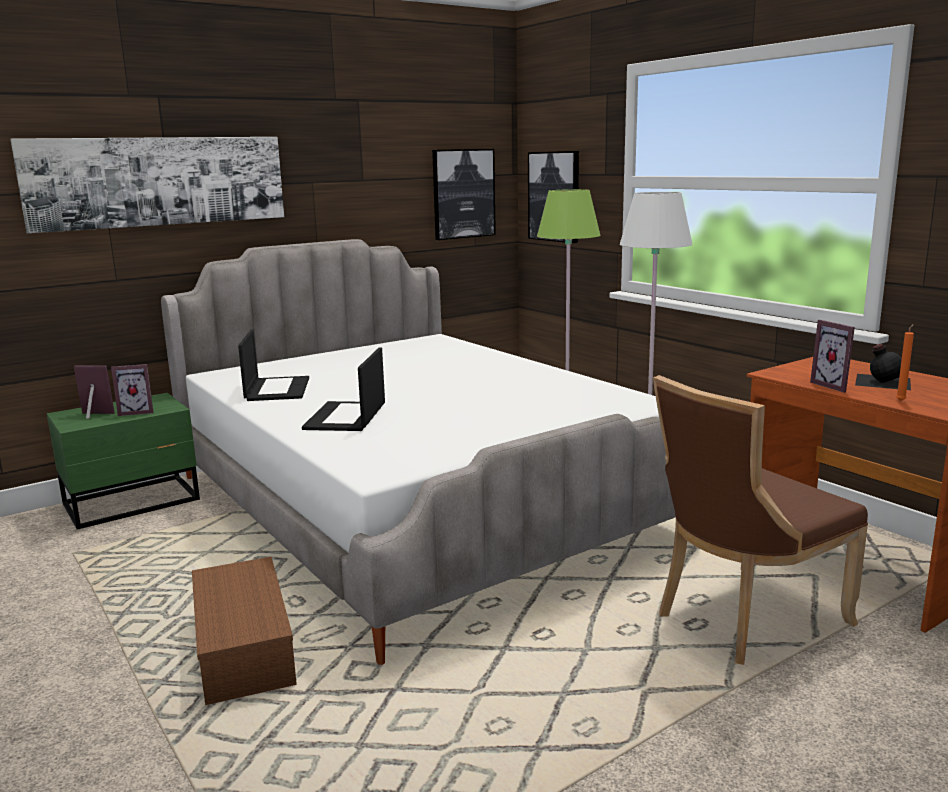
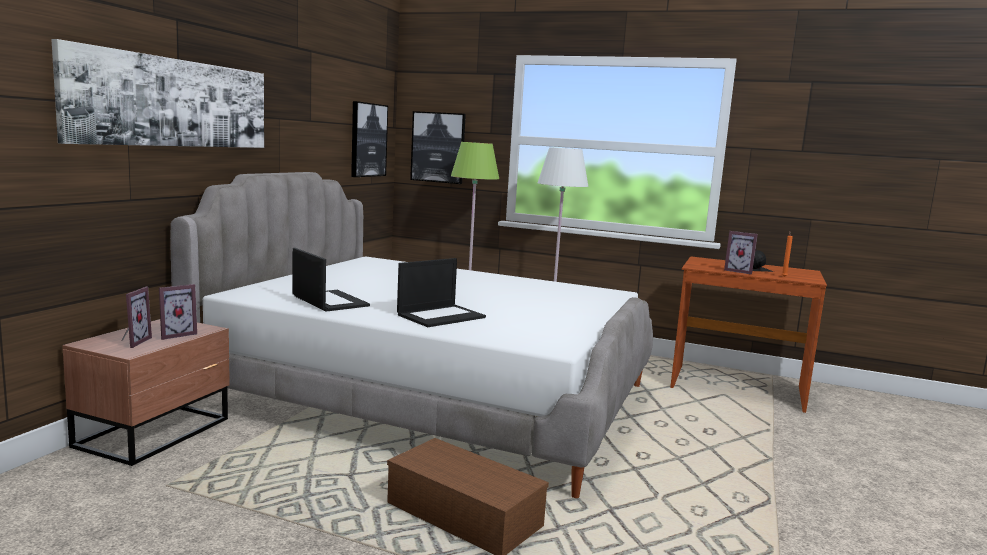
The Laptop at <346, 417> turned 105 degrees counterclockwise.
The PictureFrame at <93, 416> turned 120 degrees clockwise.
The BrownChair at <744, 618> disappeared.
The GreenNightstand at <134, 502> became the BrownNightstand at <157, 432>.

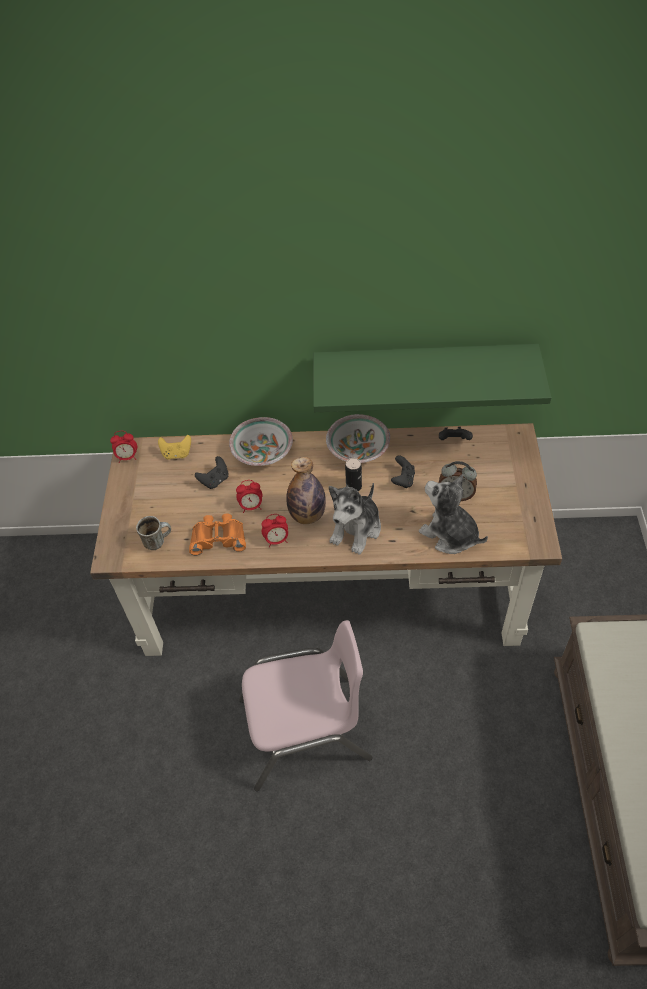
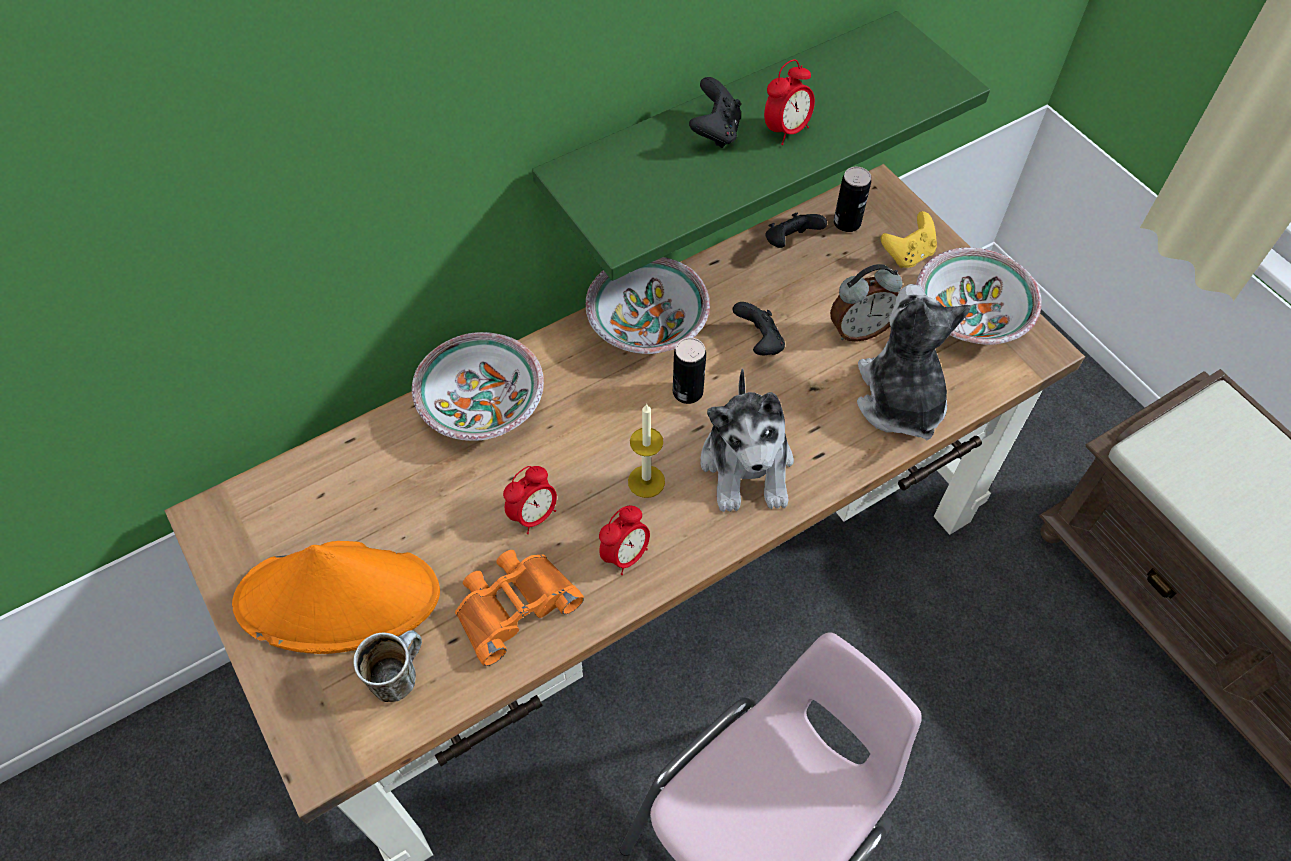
The AlarmClock moved from <127, 457> to <786, 130>.
The YellowGameController moved from <177, 454> to <908, 254>.
The BlackGameController moved from <215, 480> to <715, 132>.
The Bottle at <307, 515> was replaced by the Candle at <646, 481>.
The PlushToy at <450, 534> turned 75 degrees clockwise.
The Can at <847, 223> appeared.
The Bowl at <971, 315> appeared.
The OrangeHat at <339, 598> appeared.

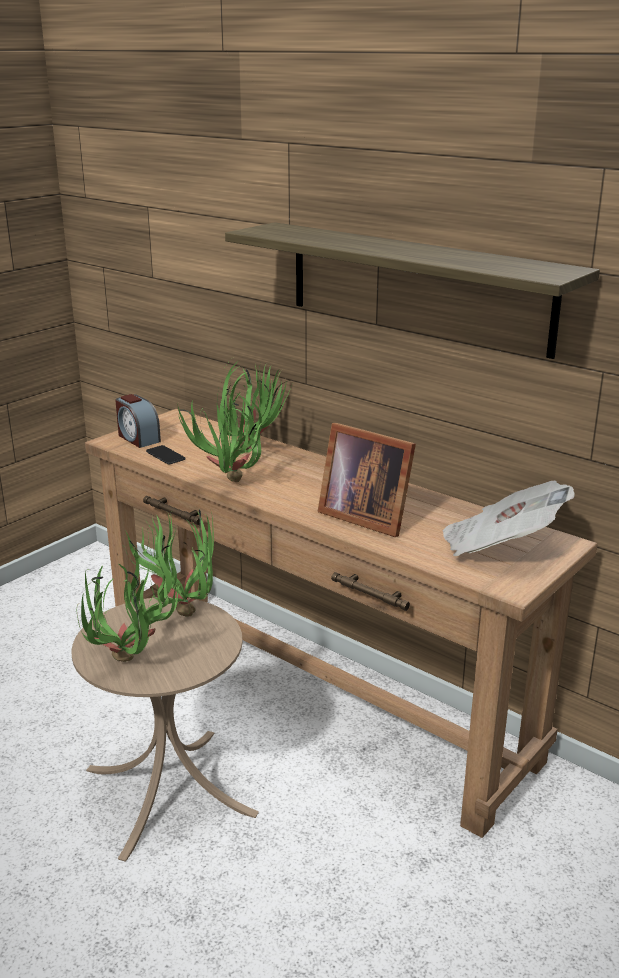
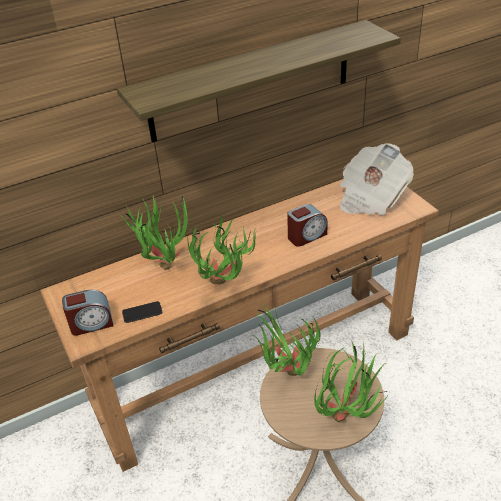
The PictureFrame at <364, 516> was replaced by the AlarmClock at <306, 236>.

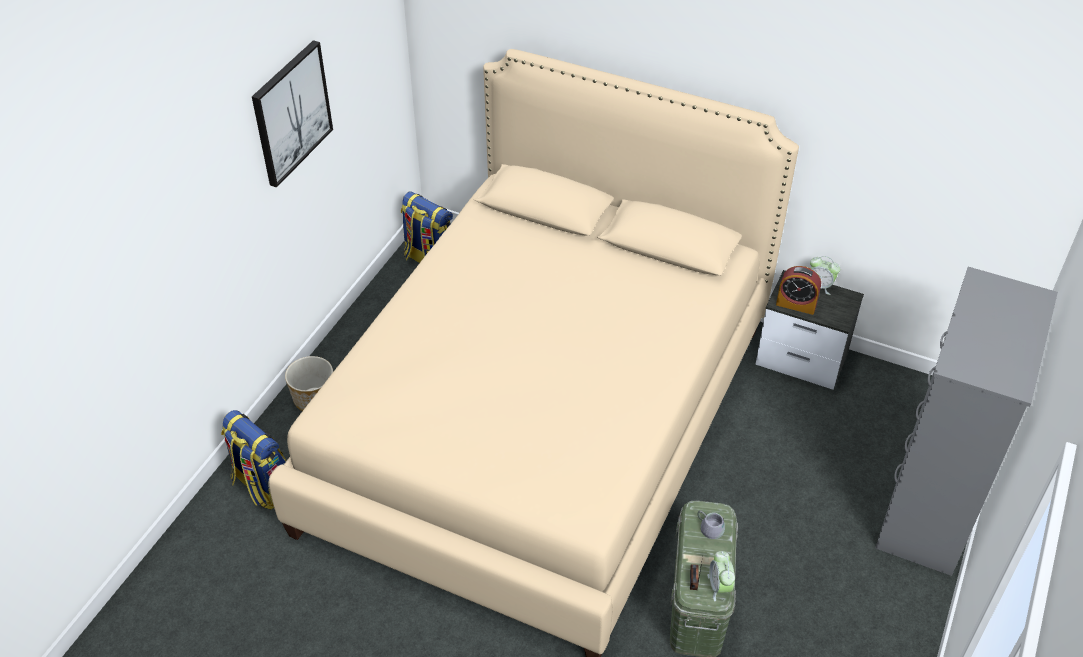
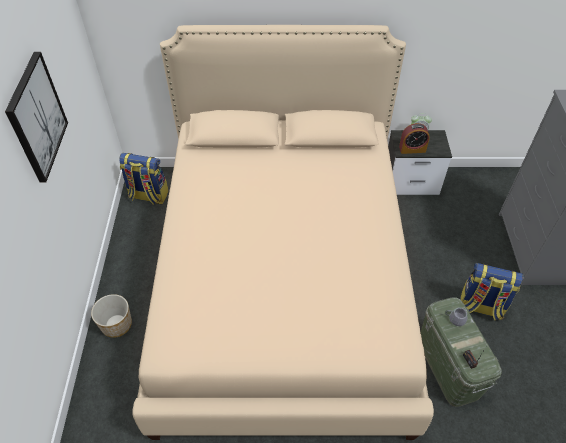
The Backpack moved from <262, 485> to <480, 306>.
The AlarmClock at <719, 586> disappeared.

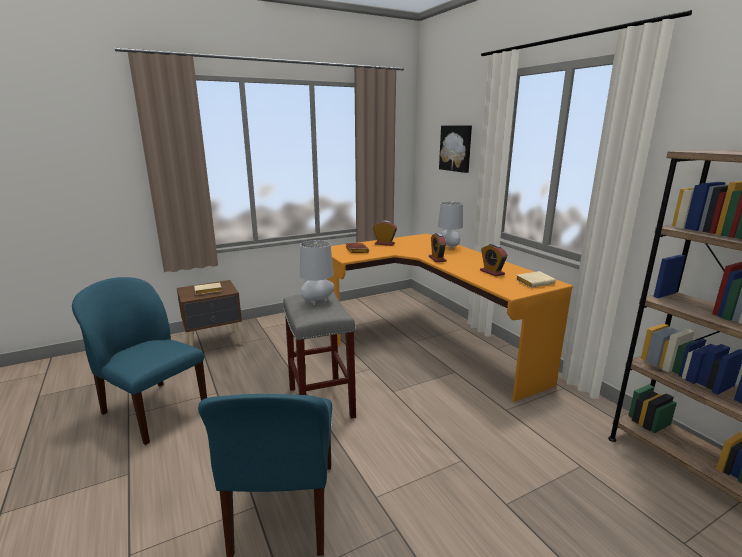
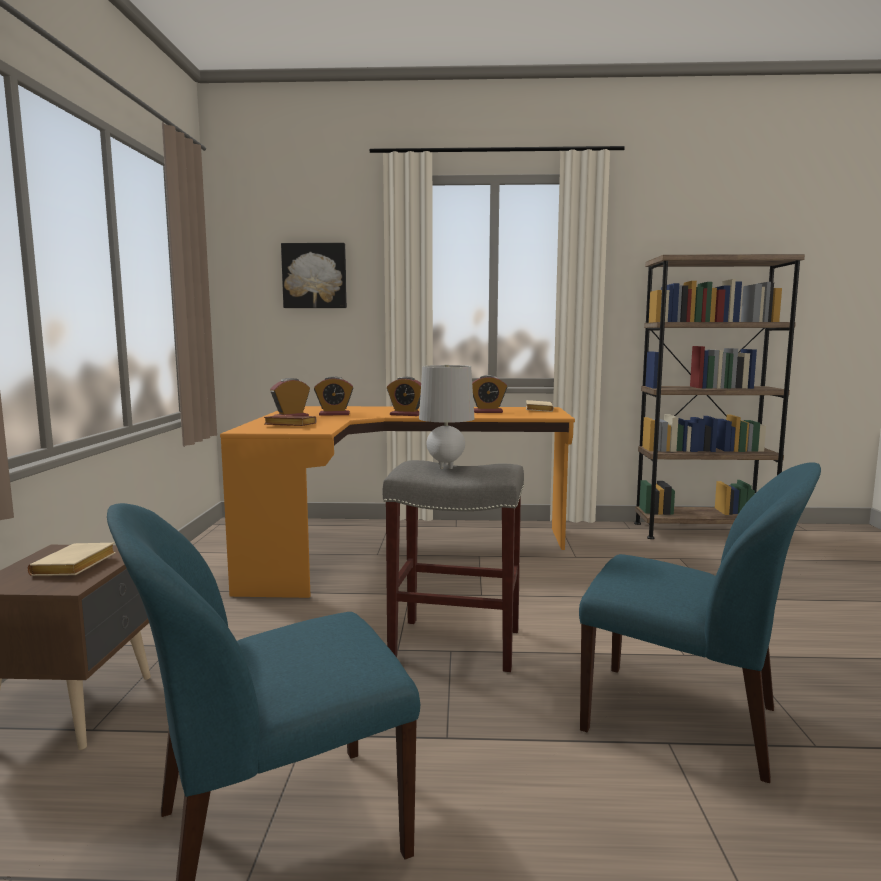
The GreyTableLamp at <449, 247> disappeared.
The AlarmClock at <334, 414> appeared.

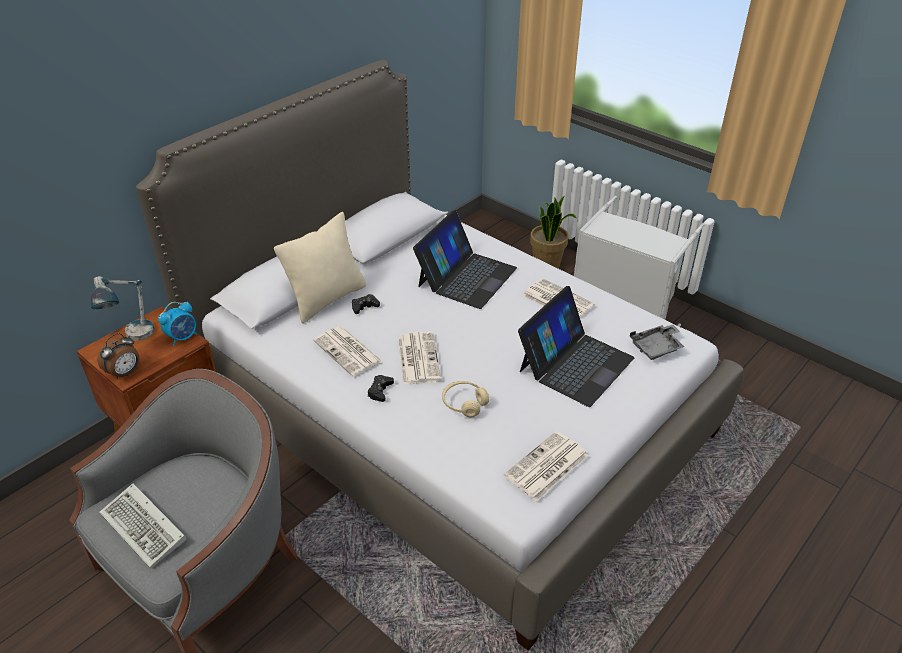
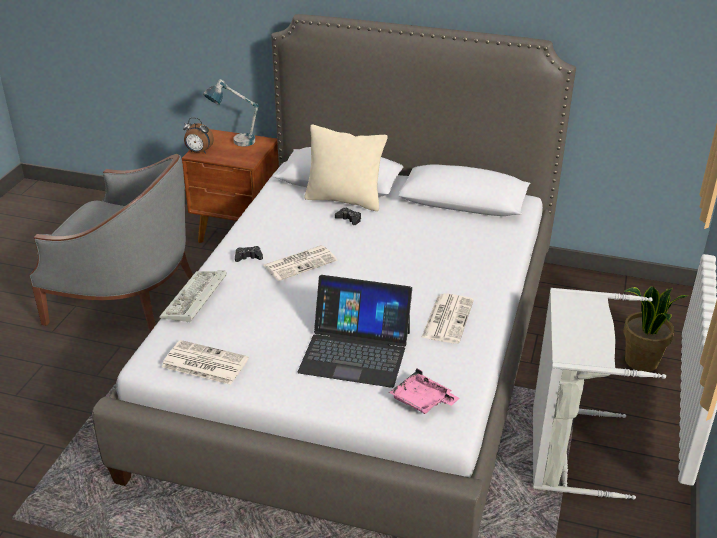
The Laptop at <466, 277> disappeared.
The AlarmClock at <183, 337> disappeared.
The GreyTray at <656, 347> became the PinkTray at <422, 401>.
The Newspaper at <348, 352> disappeared.
The BeigeHeadphones at <464, 403> disappeared.
The Keyboard moved from <146, 528> to <194, 299>.

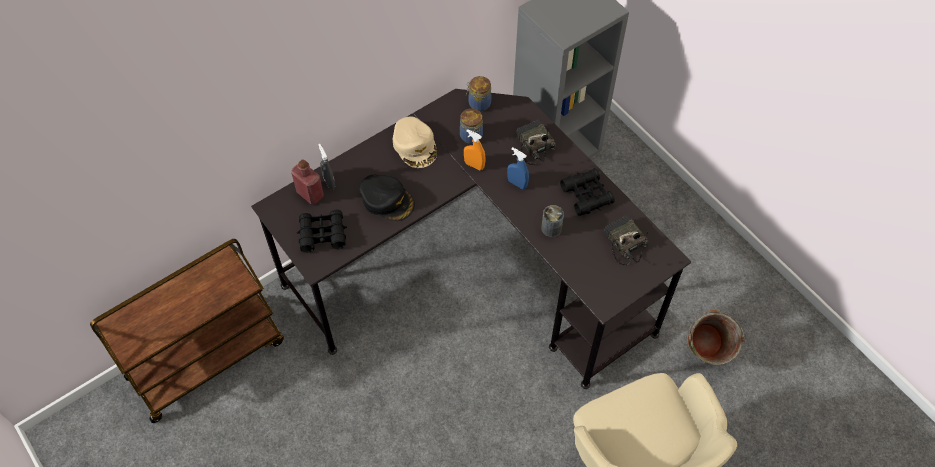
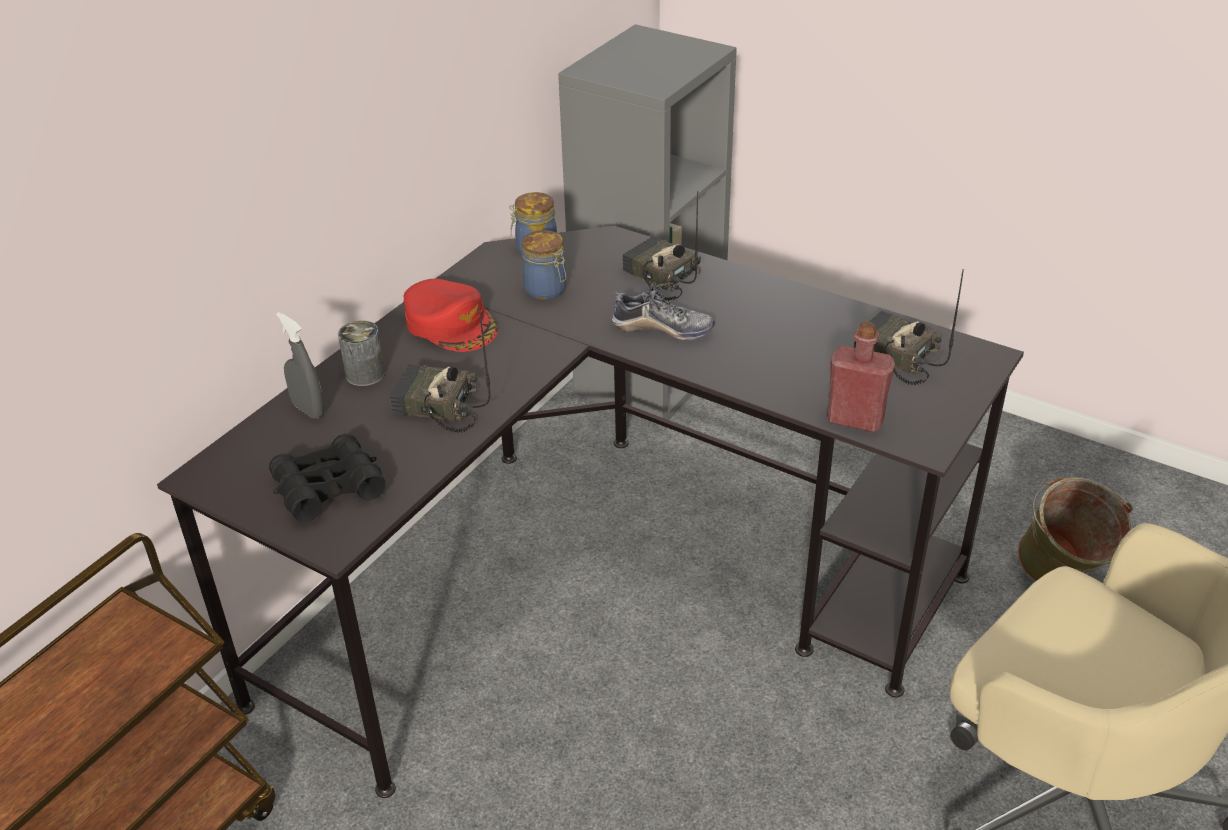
The BeigeCap at <415, 145> became the RedCap at <451, 324>.
The OrangeSprayBottle at <474, 165> disappeared.
The BlueSprayBottle at <517, 183> was replaced by the Shoe at <663, 328>.
The RedBottle moved from <310, 194> to <855, 419>.
The BlackBinoculars at <586, 195> disappeared.
The BlackCap at <387, 200> was replaced by the Radio at <436, 407>.
The Can moved from <551, 228> to <365, 374>.

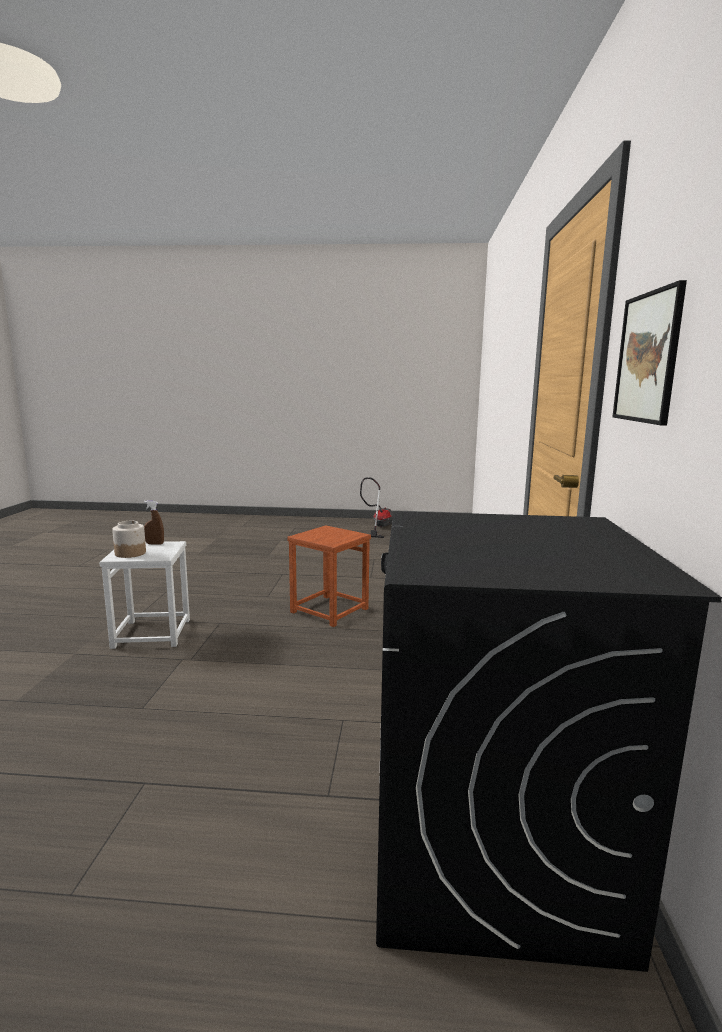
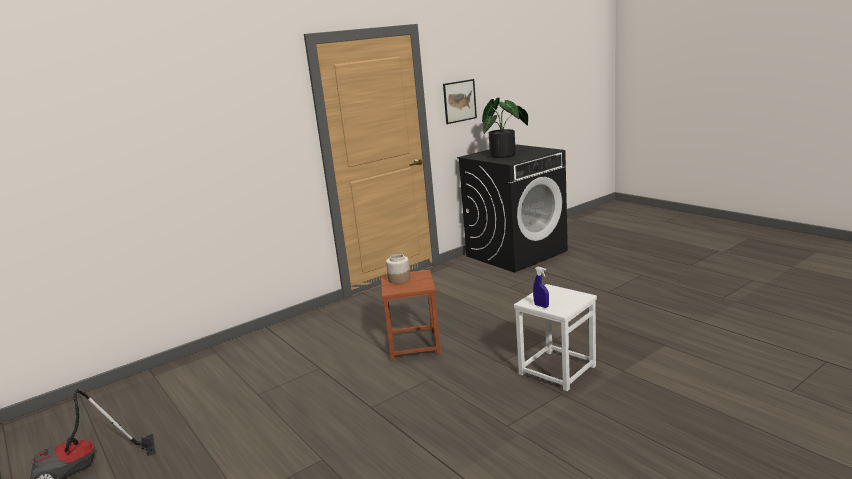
The BrownSprayBottle at <154, 544> became the BlueSprayBottle at <541, 306>.
The Jar moved from <130, 553> to <399, 279>.
The PottedPlant at <506, 155> appeared.

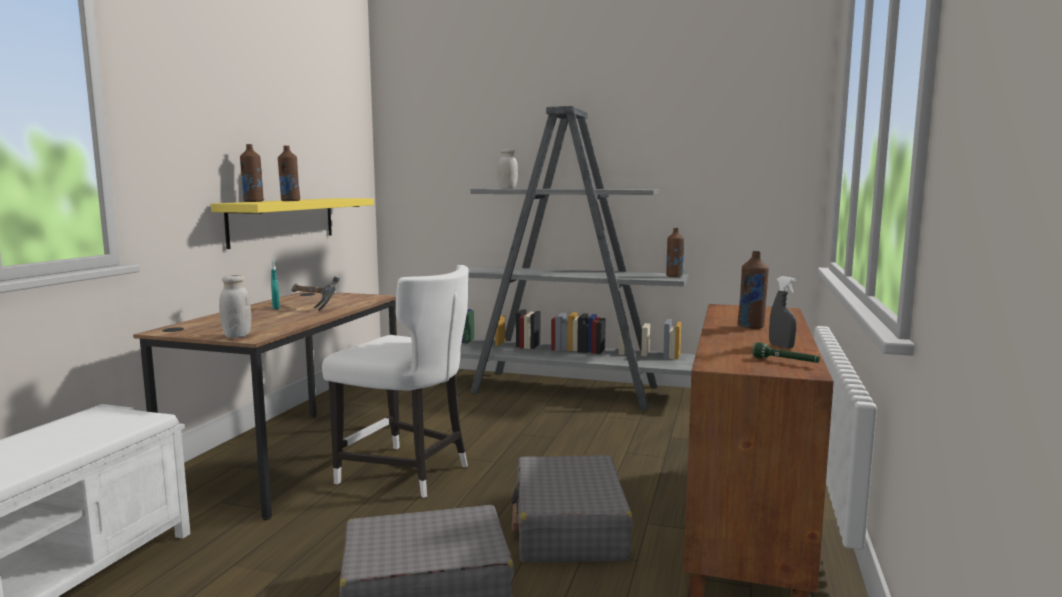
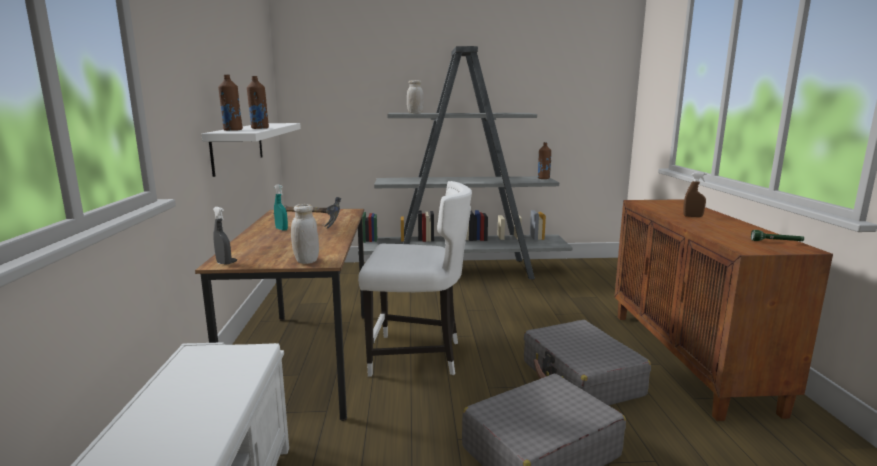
The YellowShelf at <283, 221> became the WhiteShelf at <238, 146>.
The BrownBottle at <751, 327> was replaced by the BrownSprayBottle at <693, 216>.
The GreySprayBottle moved from <781, 346> to <224, 262>.

